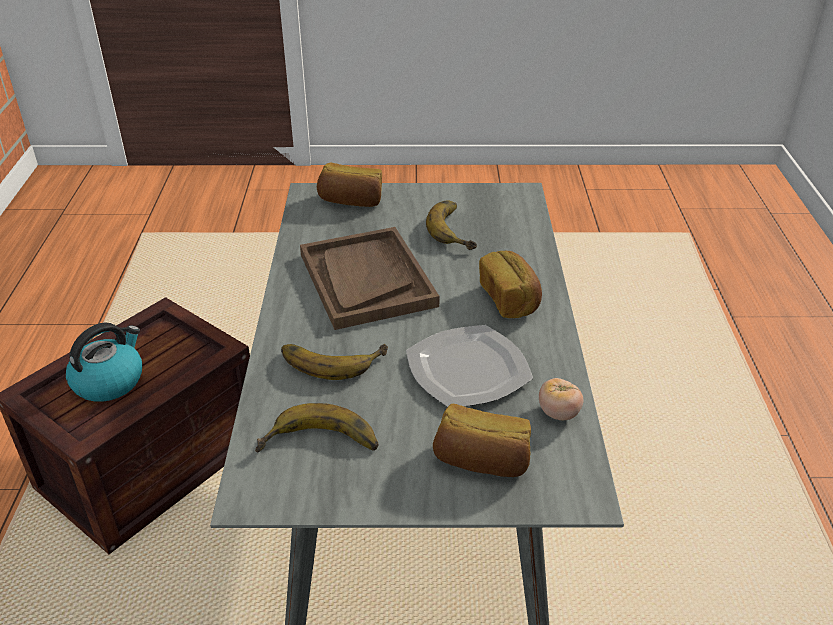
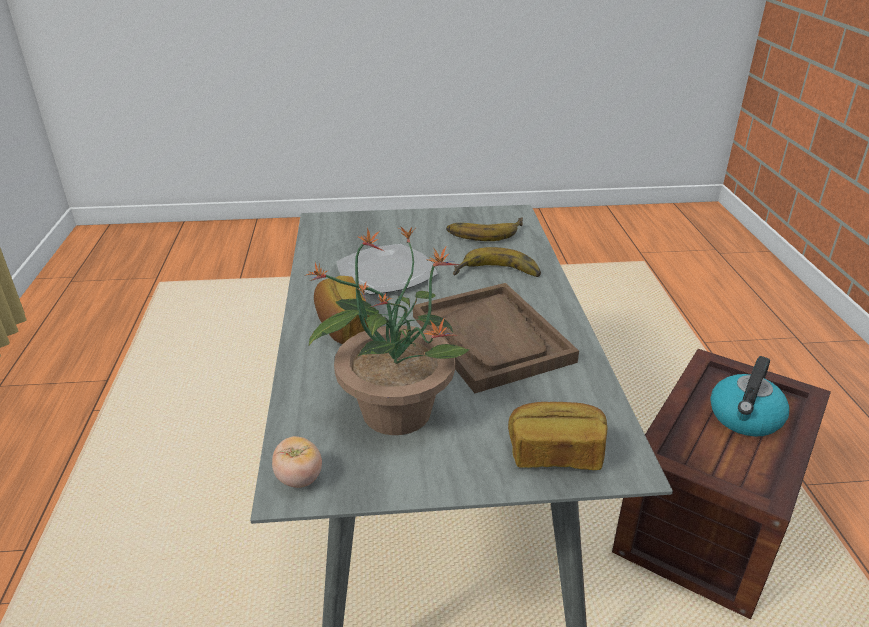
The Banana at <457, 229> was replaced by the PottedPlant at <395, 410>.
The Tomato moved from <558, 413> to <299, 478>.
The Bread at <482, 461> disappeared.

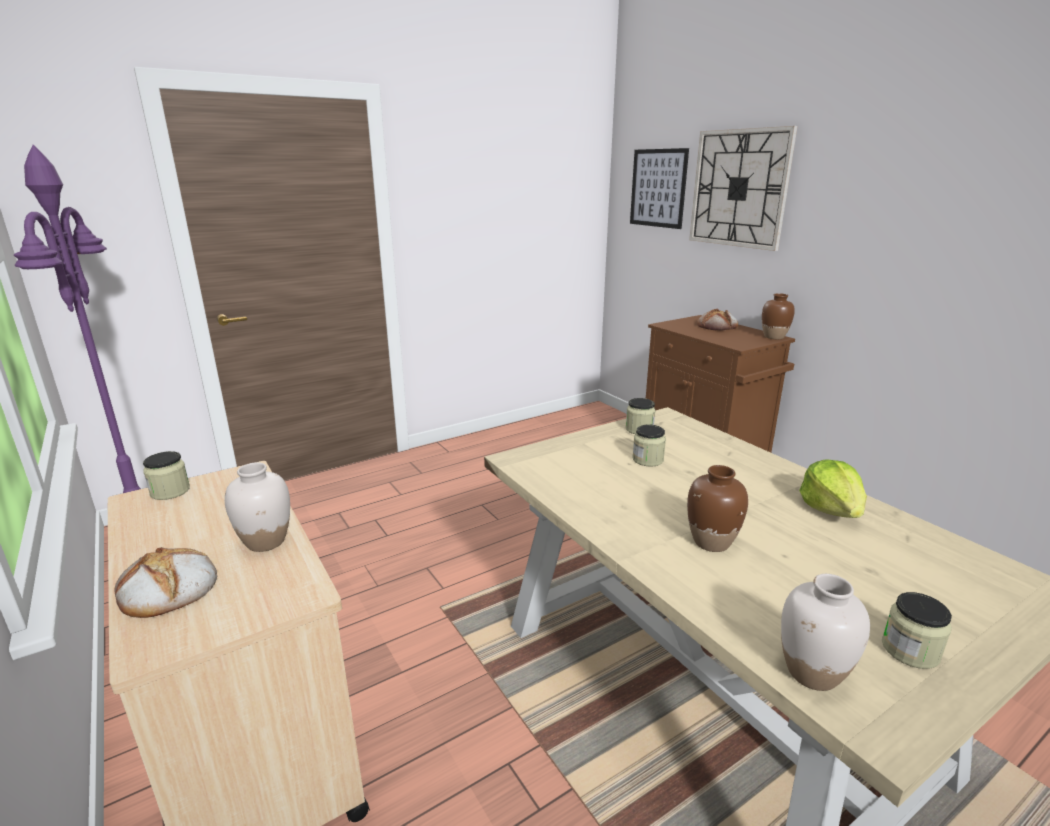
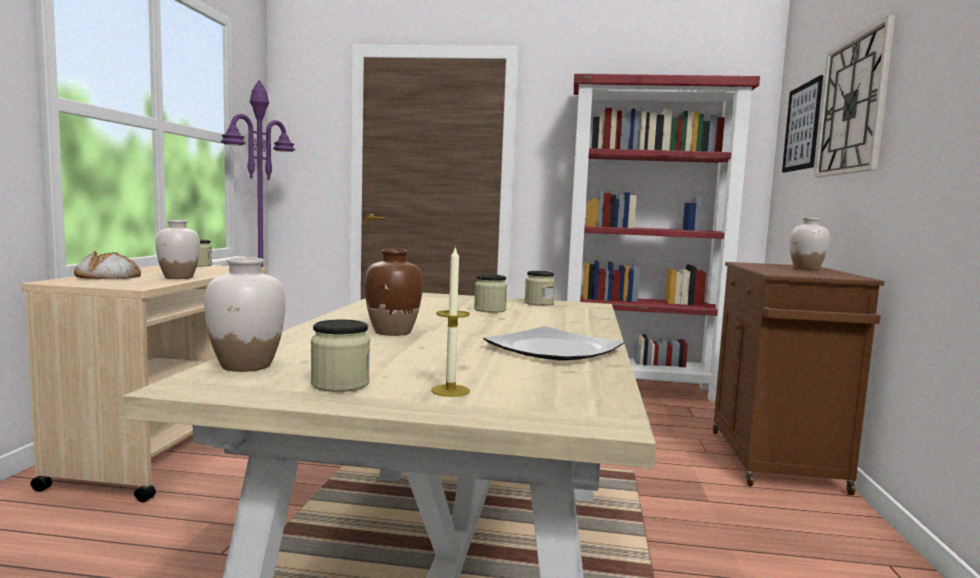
The BrownVase at <773, 337> disappeared.
The Bread at <717, 326> was replaced by the WhiteVase at <806, 269>.
The Lettuce at <831, 509> was replaced by the Plate at <555, 349>.
The RedBookcase at <640, 388> appeared.
The Candle at <450, 391> appeared.

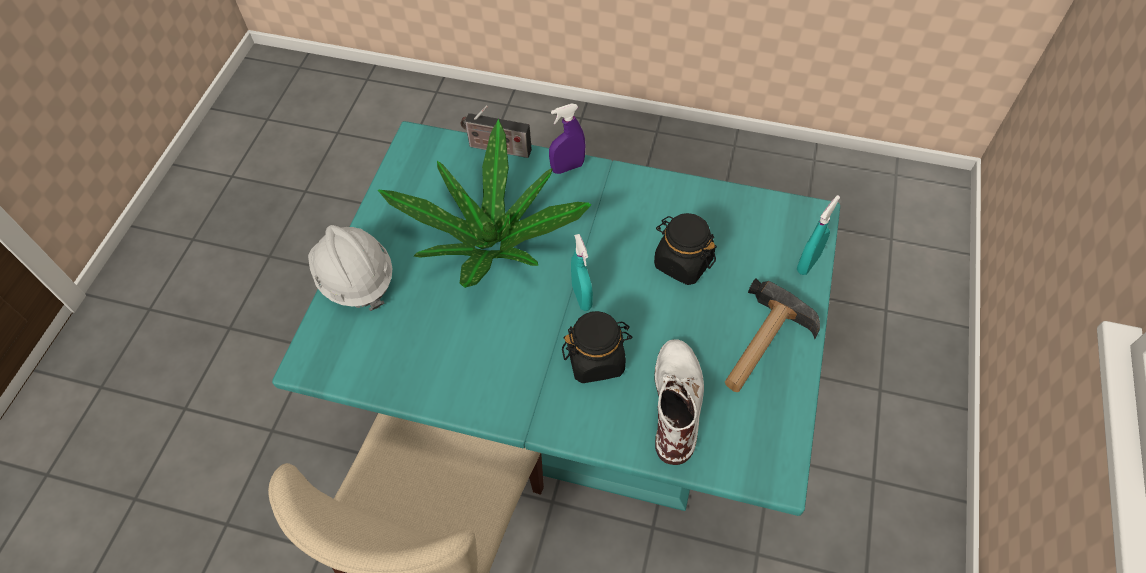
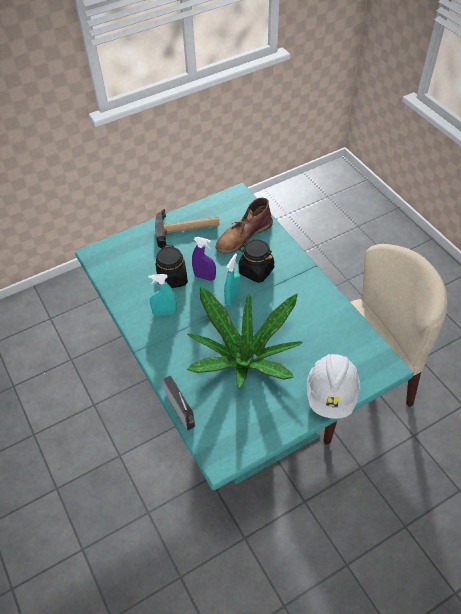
The PurpleSprayBottle moved from <567, 167> to <204, 277>.
The TurquoiseSprayBottle moved from <808, 263> to <165, 312>.
The WhiteBoot at <676, 401> became the BrownBoot at <243, 235>.

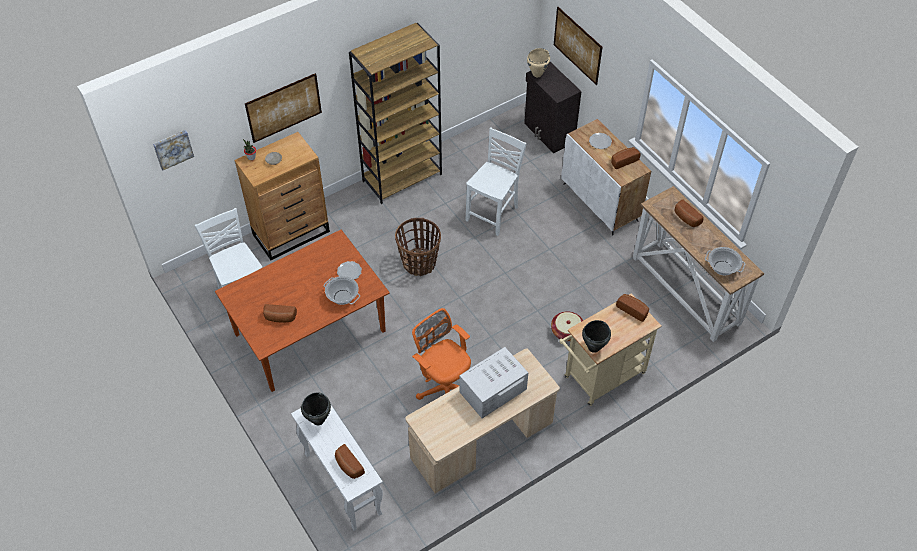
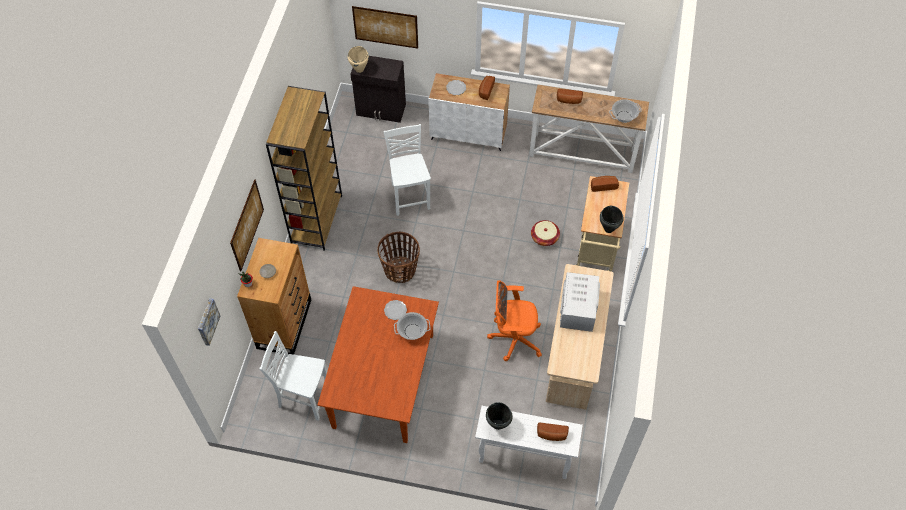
The Bread at <280, 318> disappeared.

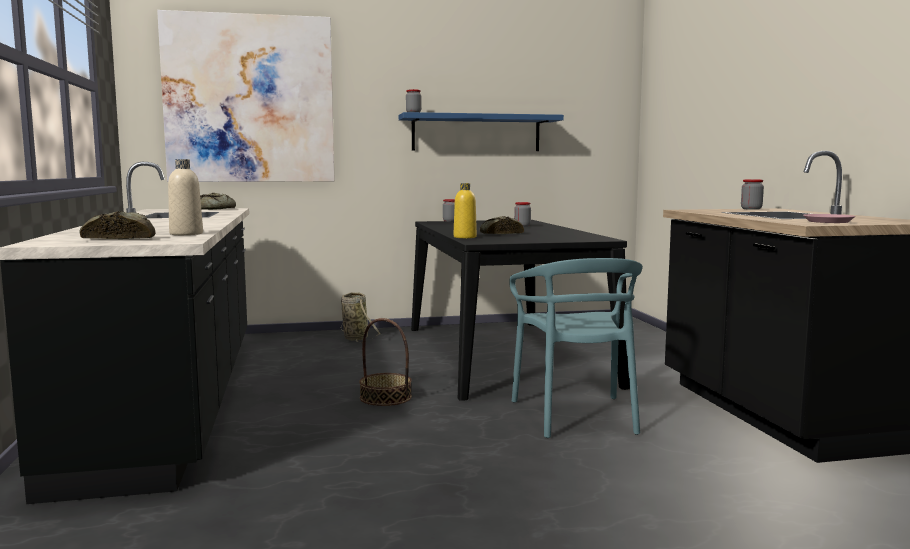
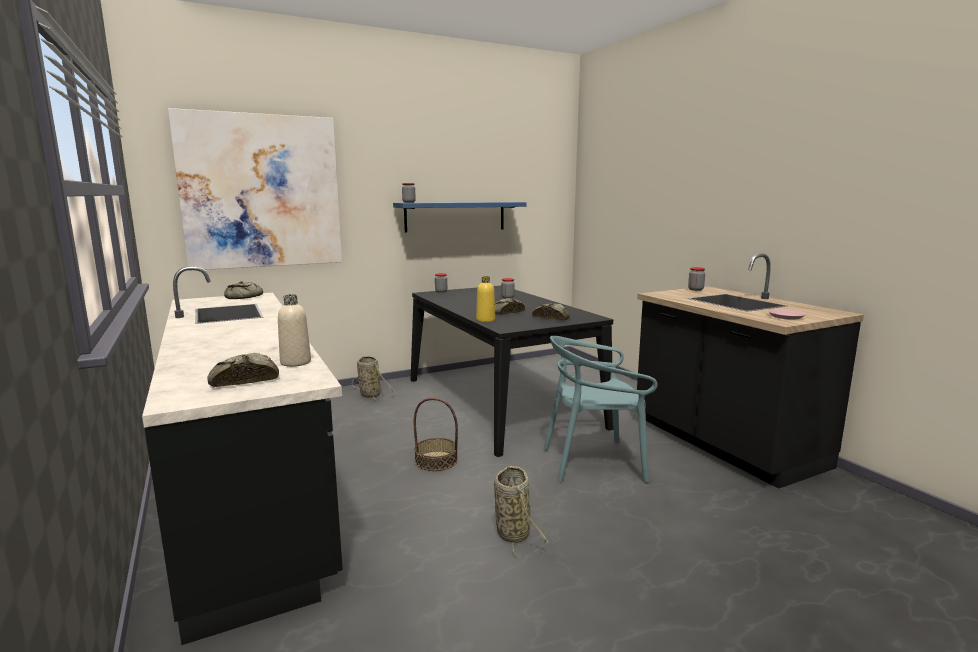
The TurquoiseChair at <576, 415> turned 105 degrees clockwise.
The Bread at <551, 317> appeared.
The Basket at <512, 532> appeared.

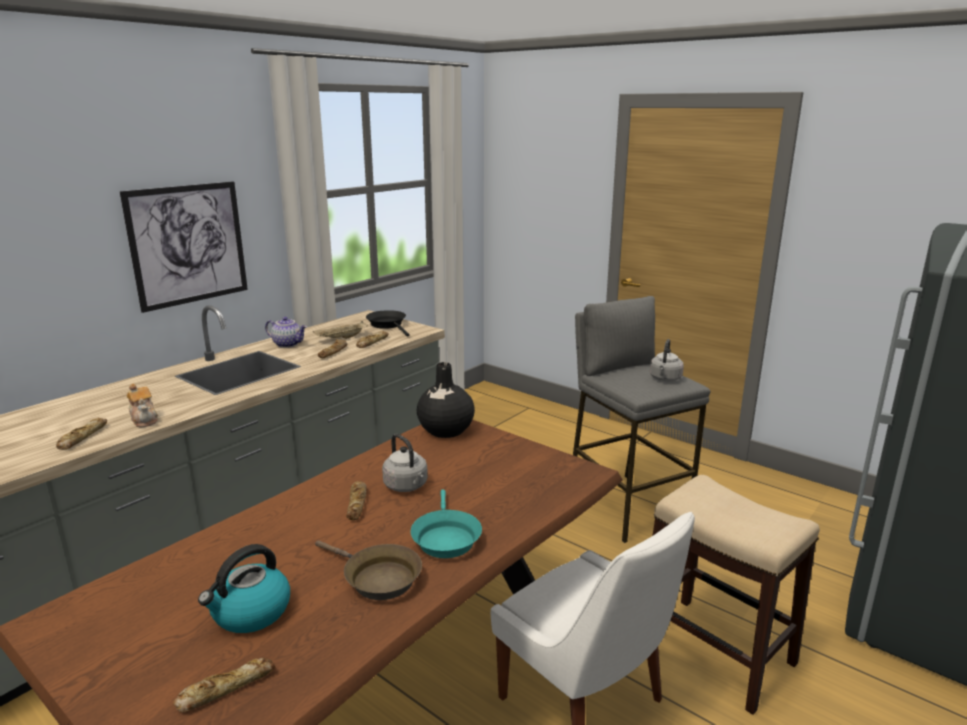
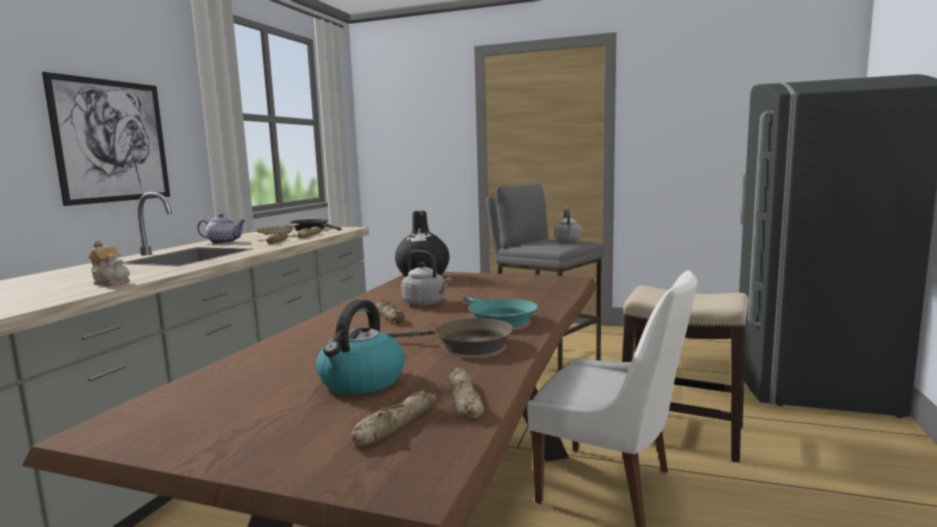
The Bread moved from <82, 437> to <463, 399>.

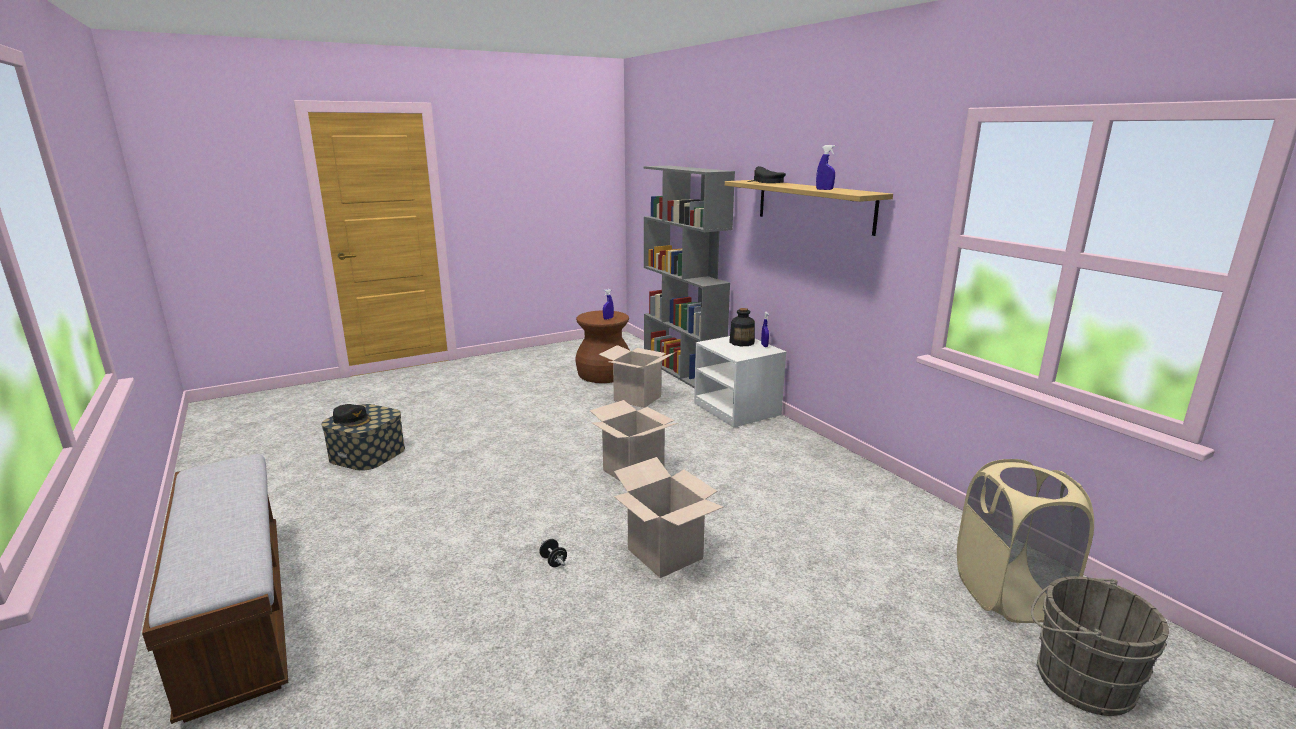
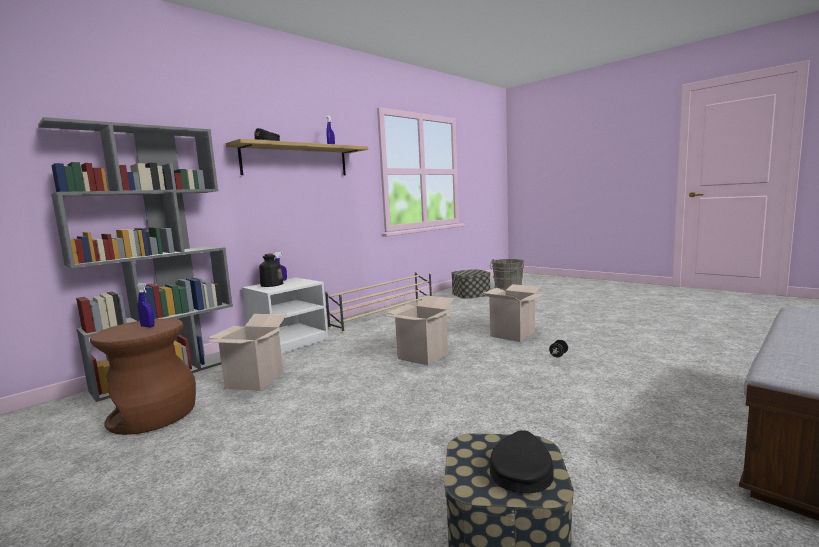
The BeigeLaundryBasket at <1008, 594> was replaced by the StorageBox at <471, 294>.
The BeigeShoeRack at <384, 316> appeared.

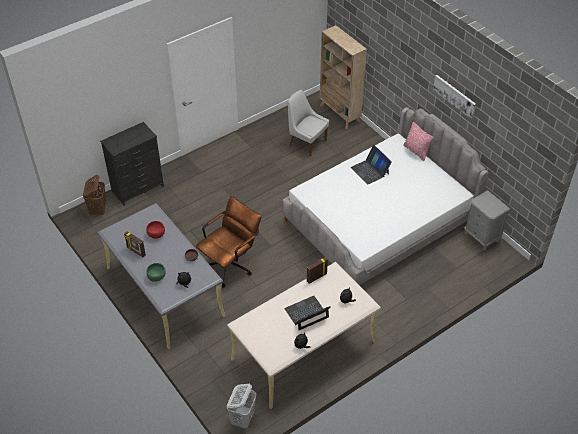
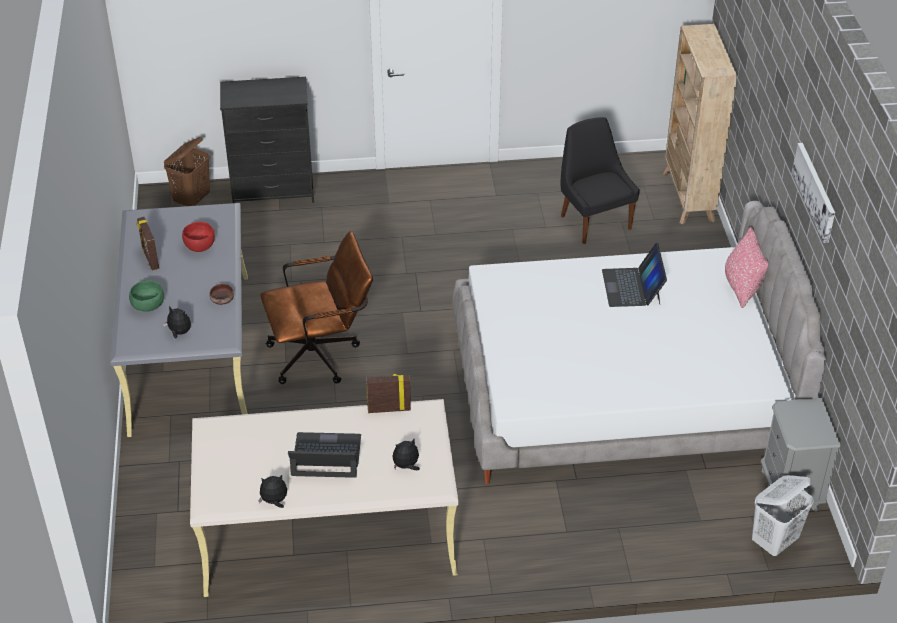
The WhiteChair at <306, 142> became the BlackChair at <594, 221>.
The WhiteLaundryBasket moved from <243, 418> to <775, 541>.

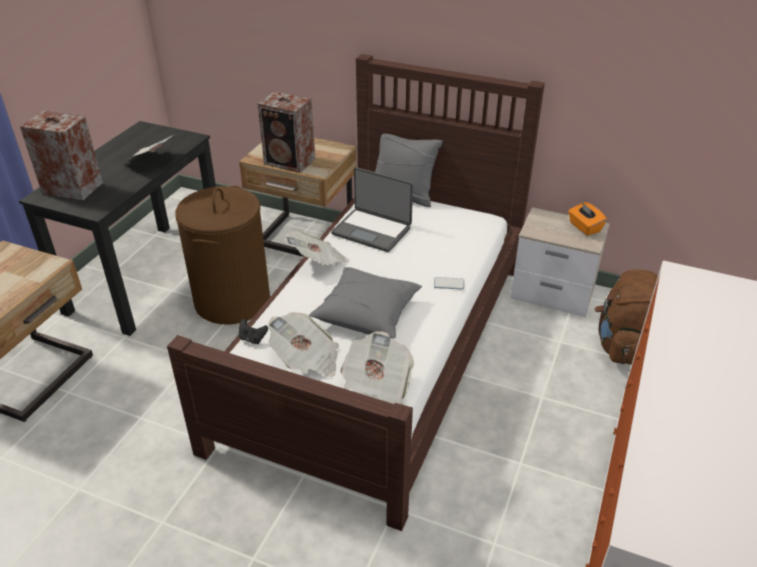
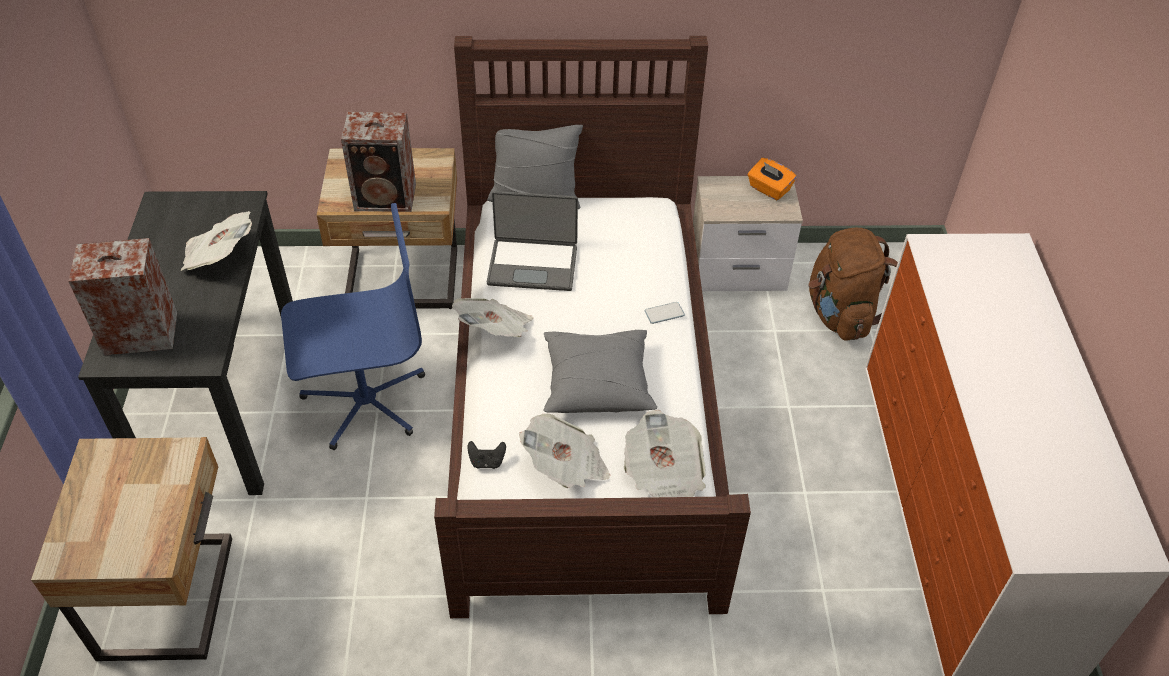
The BrownLaundryBasket at <232, 301> was replaced by the BlueOfficeChair at <365, 400>.

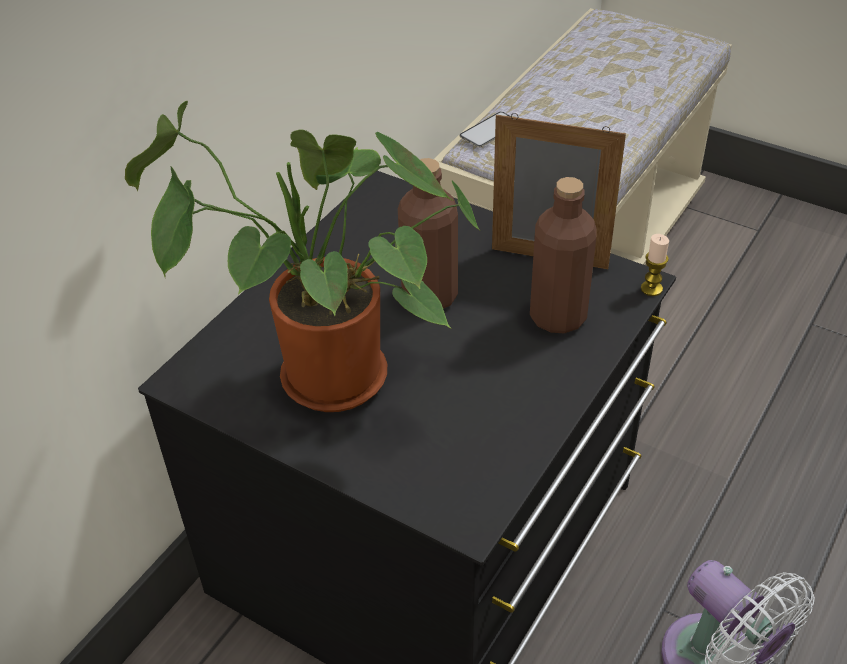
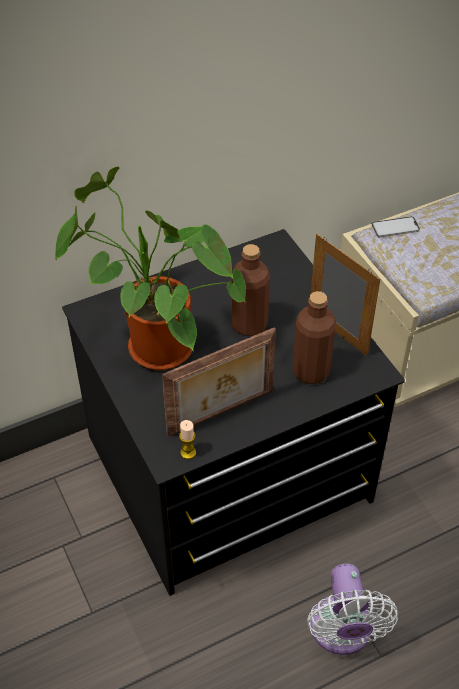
The Candle moved from <651, 289> to <188, 452>.
The PictureFrame at <221, 414> appeared.

